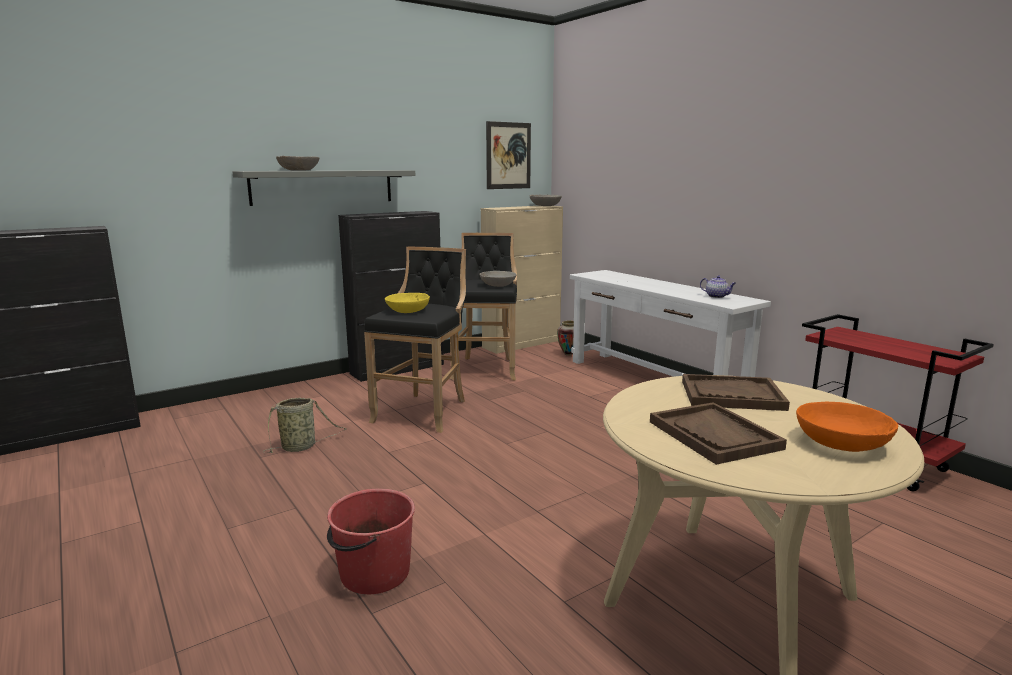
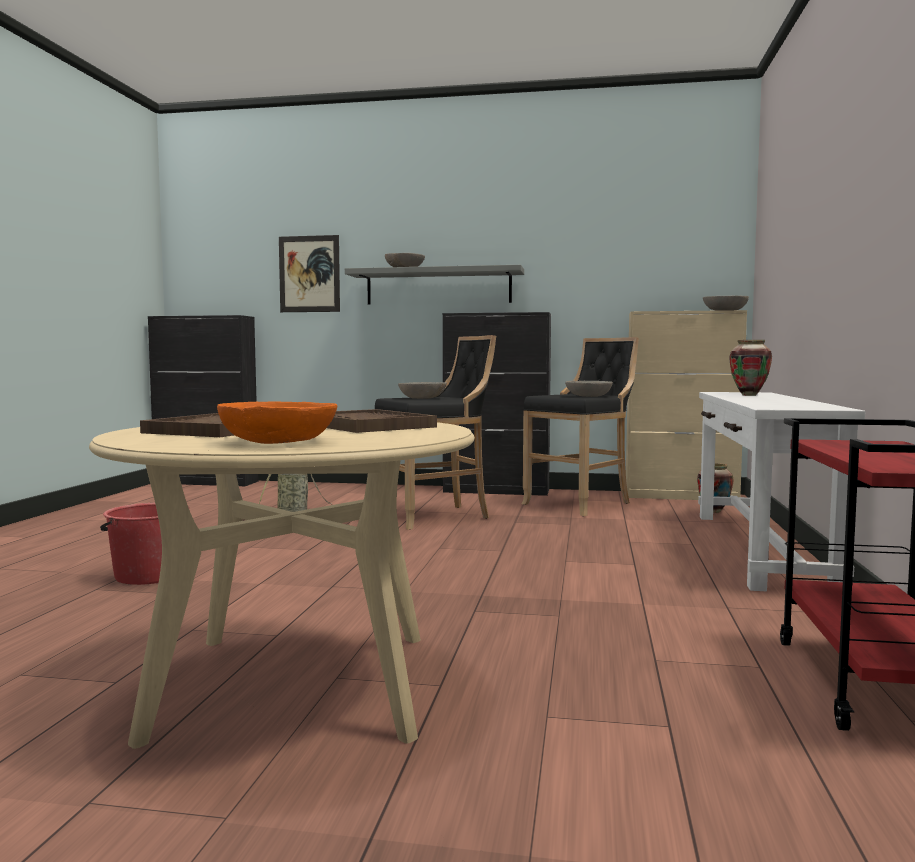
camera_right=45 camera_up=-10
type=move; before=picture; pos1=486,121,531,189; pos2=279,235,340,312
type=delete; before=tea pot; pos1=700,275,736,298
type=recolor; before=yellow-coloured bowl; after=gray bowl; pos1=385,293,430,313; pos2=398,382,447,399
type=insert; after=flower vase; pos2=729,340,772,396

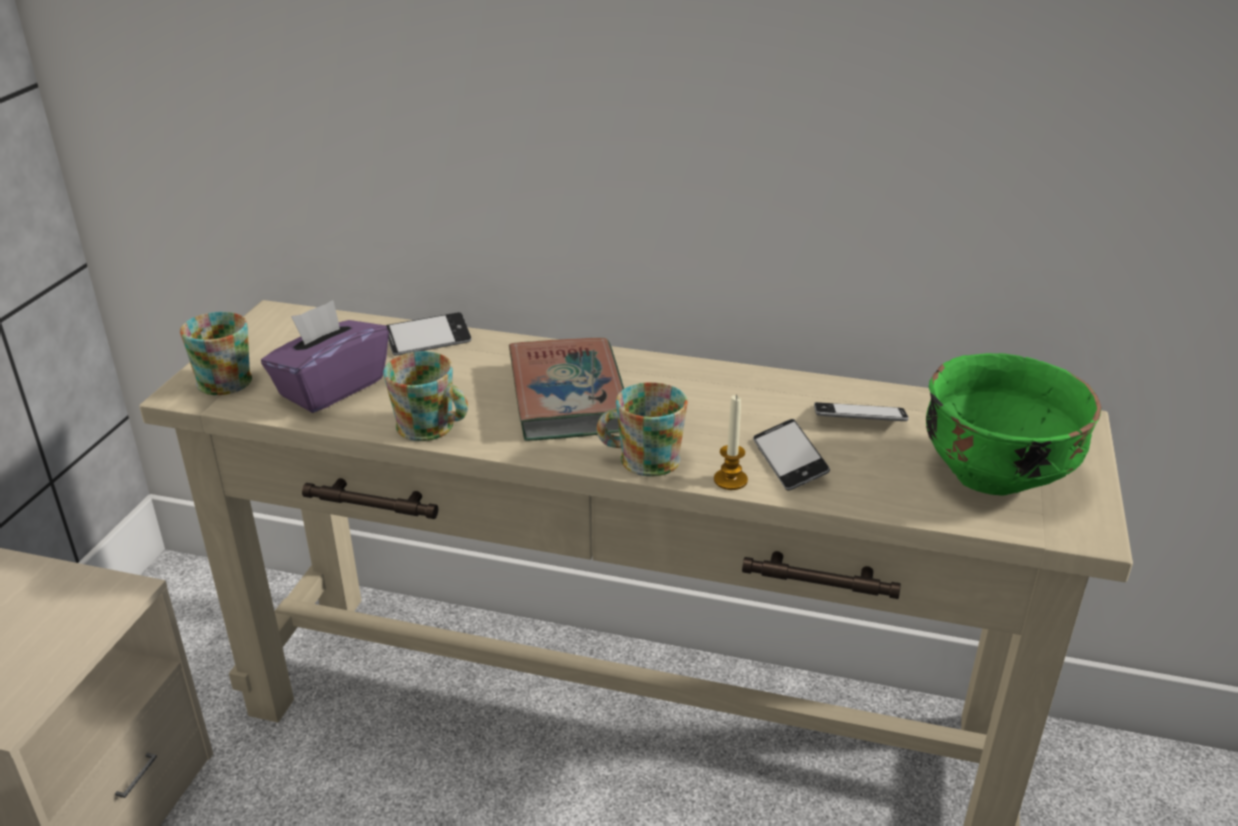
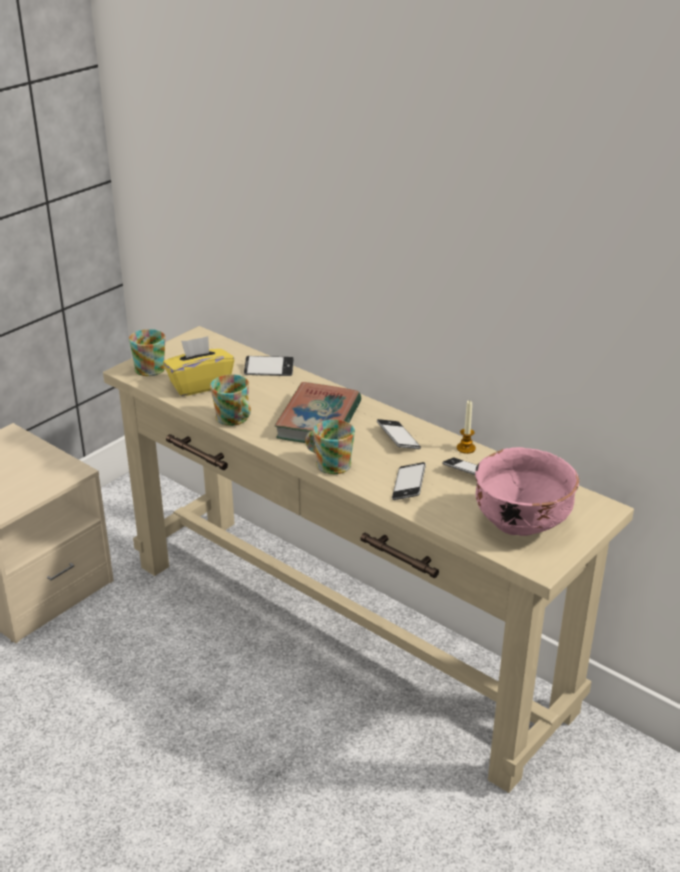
camera_right=25 camera_up=0
type=recolor; before=purplish tissue box; after=yellow-coloured tissue box; pos1=261,300,389,413; pos2=163,336,234,396
type=recolor; before=greenish bowl; after=pink bowl; pos1=926,353,1101,496; pos2=475,447,579,536
type=move; before=candle; pos1=714,394,748,490; pos2=457,400,476,454
type=insert; after=telephone; pos2=377,419,421,449

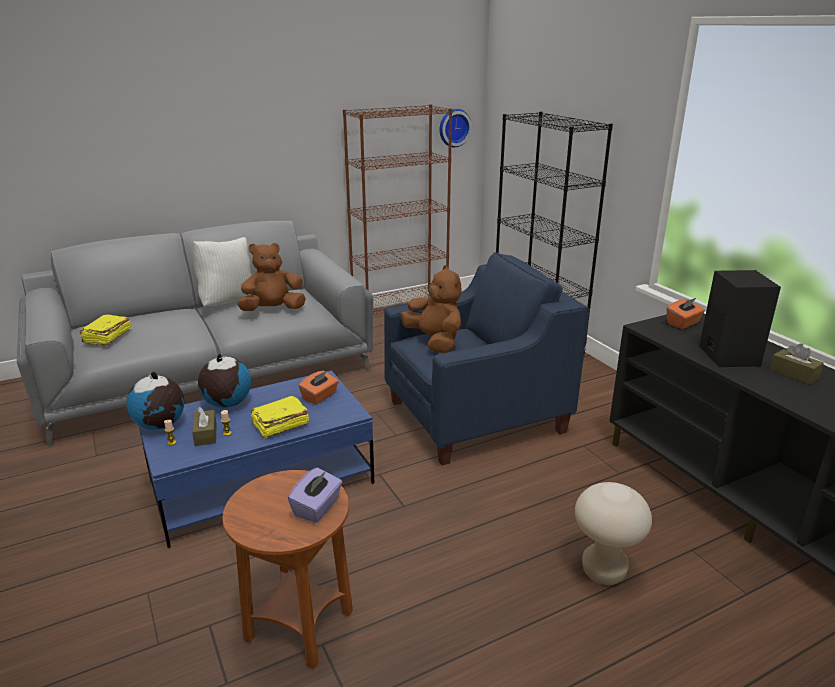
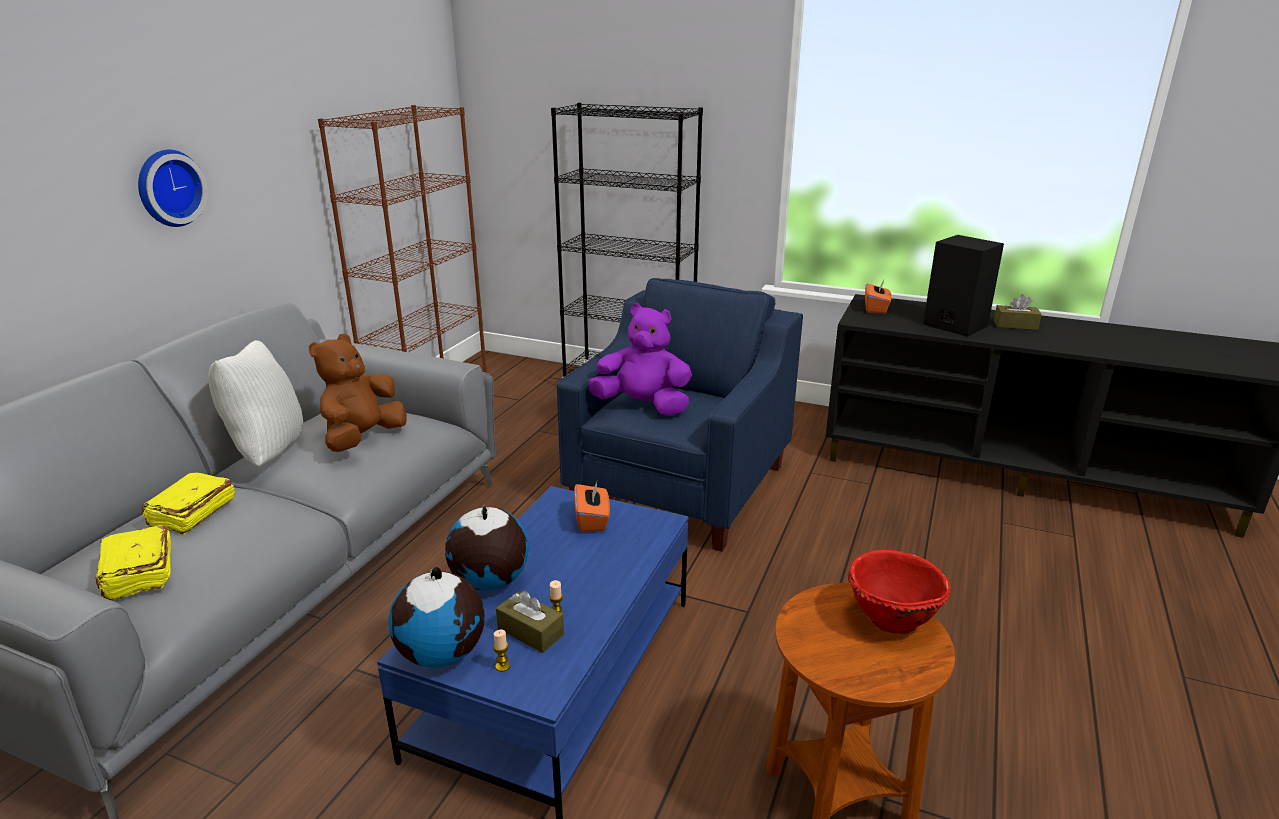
camera_right=-40 camera_up=0
type=move; before=hanging clock; pos1=439,109,472,147; pos2=138,150,208,227
type=recolor; before=brown-coloured plush toy; after=purplish plush toy; pos1=400,265,462,353; pos2=588,303,692,416
type=move; before=yellow-coloured bound book; pos1=250,396,309,439; pos2=142,473,235,535
type=replace; before=purplish tissue box; after=red bowl; pos1=288,468,342,523; pos2=848,550,951,634
type=delete; before=beige sitting stool; pos1=575,482,652,585

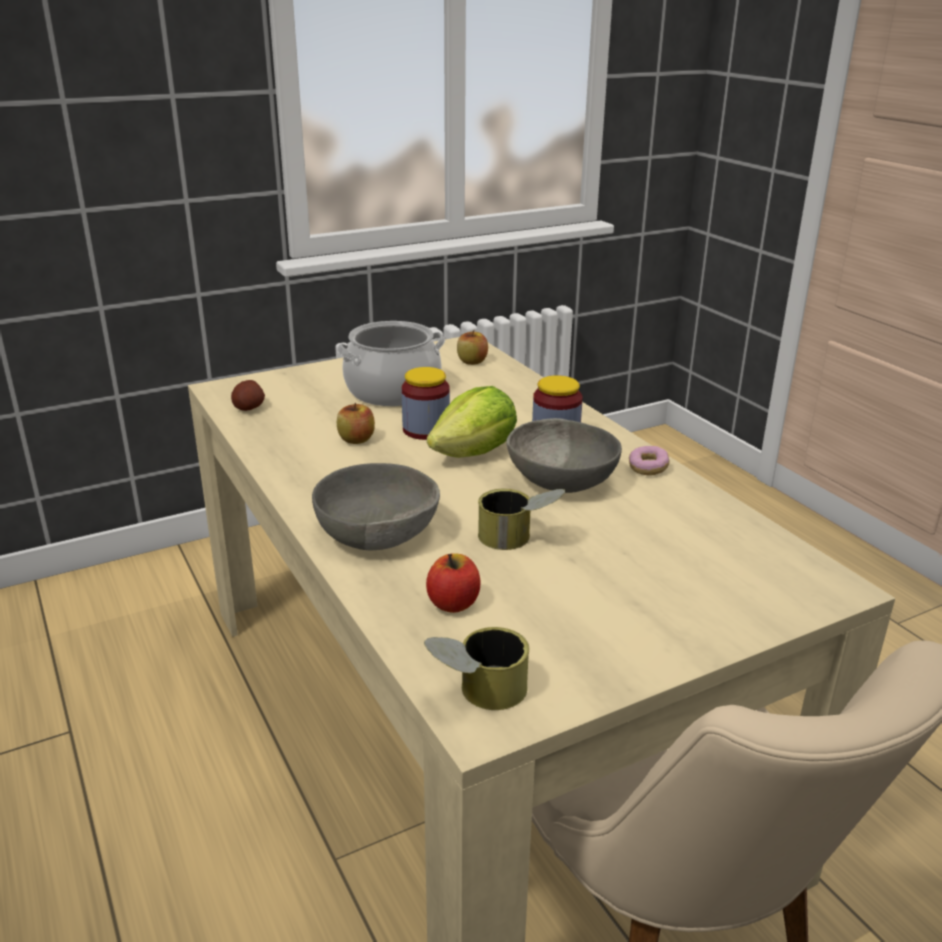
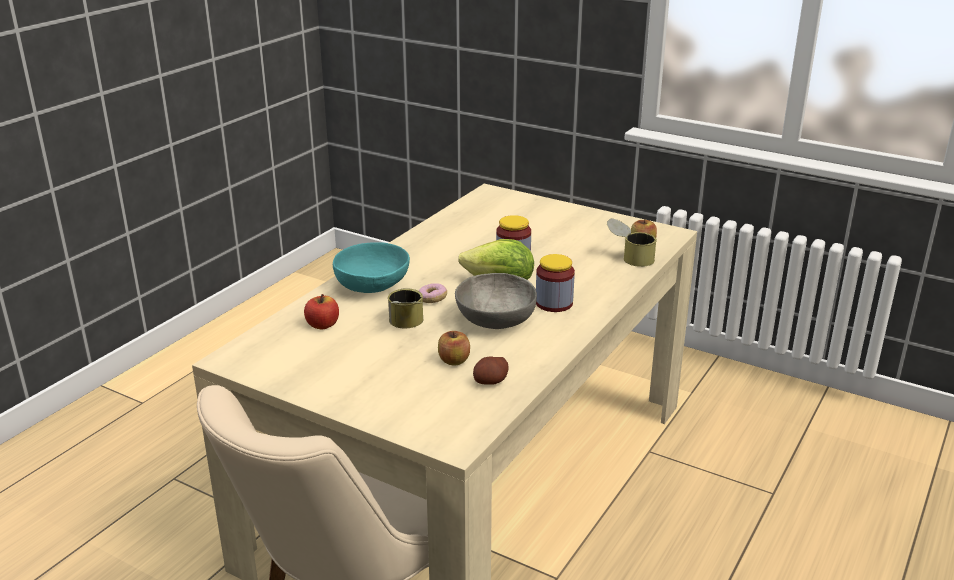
camera_right=60 camera_up=0
type=delete; before=saucepot; pos1=336,321,445,406
type=move; before=whole potato; pos1=231,380,265,411; pos2=473,356,509,385
type=move; before=apple; pos1=337,403,375,444; pos2=438,331,470,365
type=move; before=donut; pos1=629,446,670,476; pos2=419,283,447,303
type=recolor; before=gray bowl; after=turquoise-coloured bowl; pos1=312,463,440,550; pos2=333,242,410,293
type=move; before=can; pos1=424,627,529,710; pos2=607,219,657,267

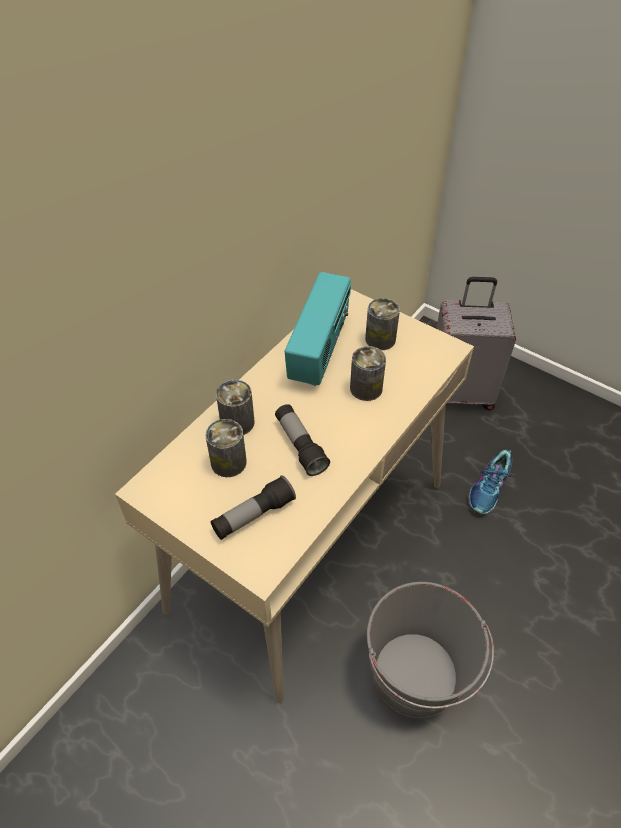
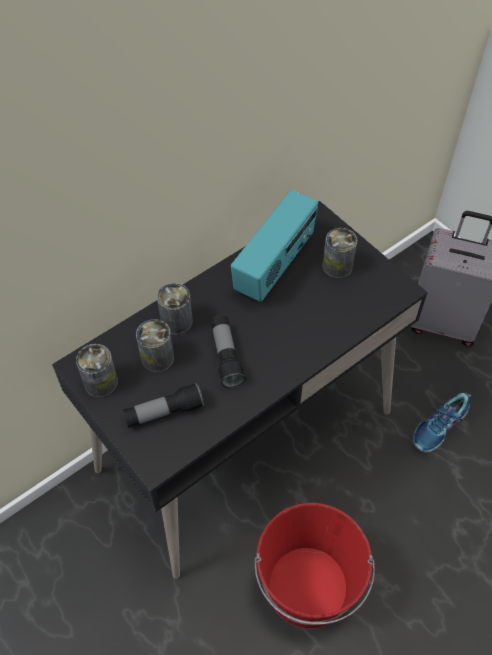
camera_right=15 camera_up=5
type=recolor; before=beige desk table; after=blackish desk table; pos1=115,289,474,703; pos2=52,201,428,579
type=move; before=can; pos1=350,346,386,401; pos2=76,344,118,397
type=recolor; before=gray water bucket; after=red water bucket; pos1=367,582,494,718; pos2=255,503,375,629

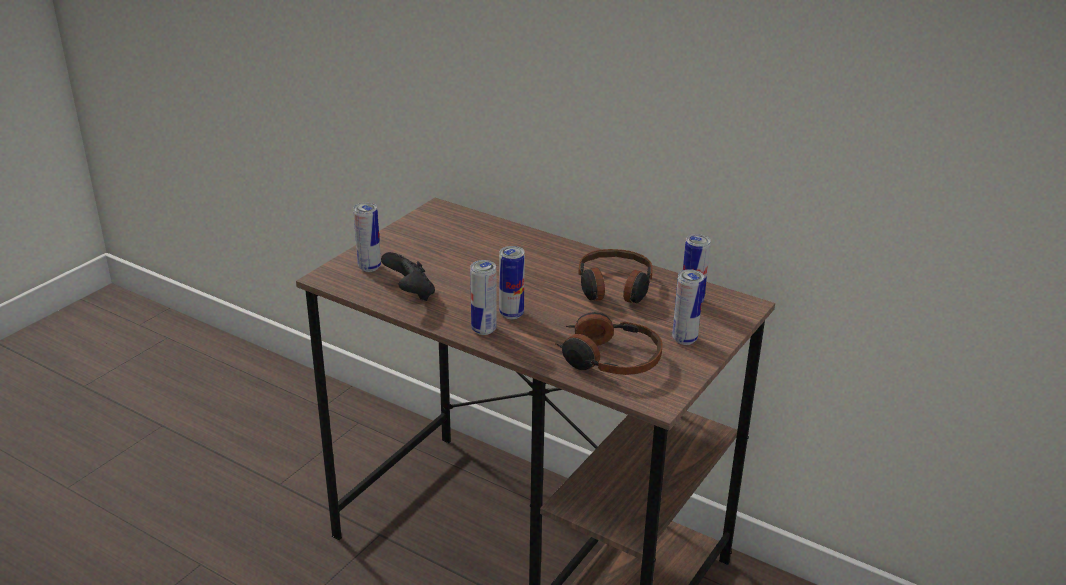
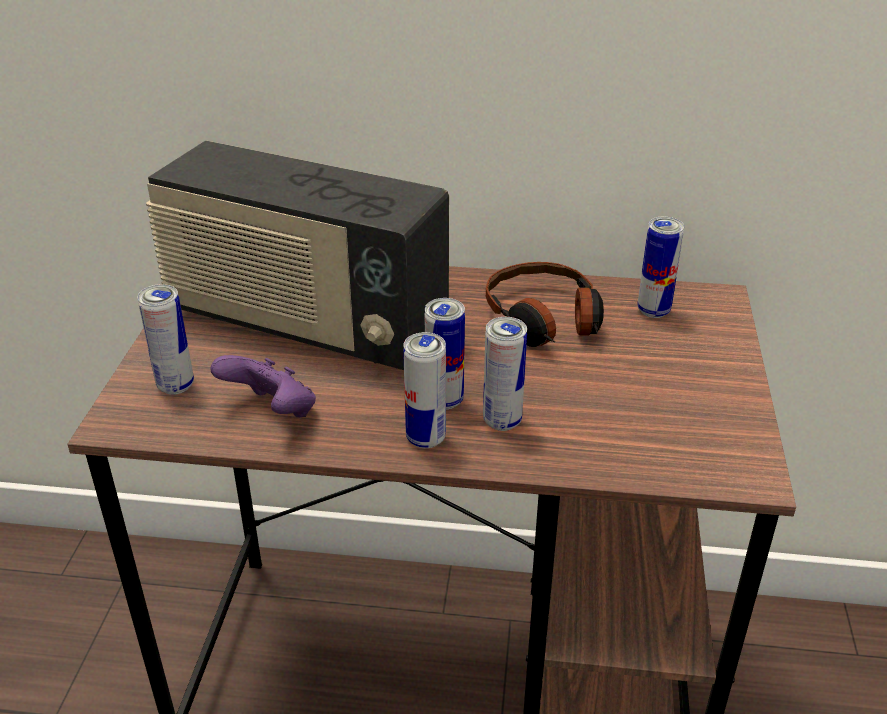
camera_right=-25 camera_up=5
type=recolor; before=blackish gamepad; after=purplish gamepad; pos1=381,252,435,301; pos2=210,355,316,417
type=move; before=can; pos1=672,269,704,345; pos2=483,317,527,431
type=delete; before=headphones; pos1=555,312,662,375
type=insert; after=radio set; pos2=146,140,449,370

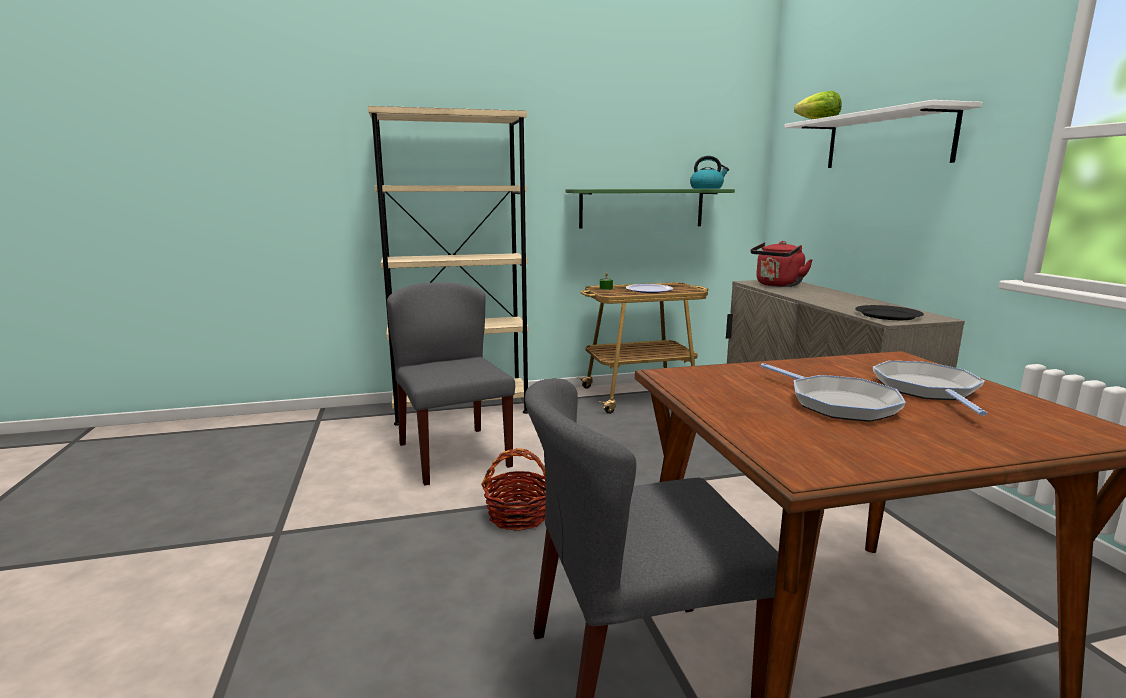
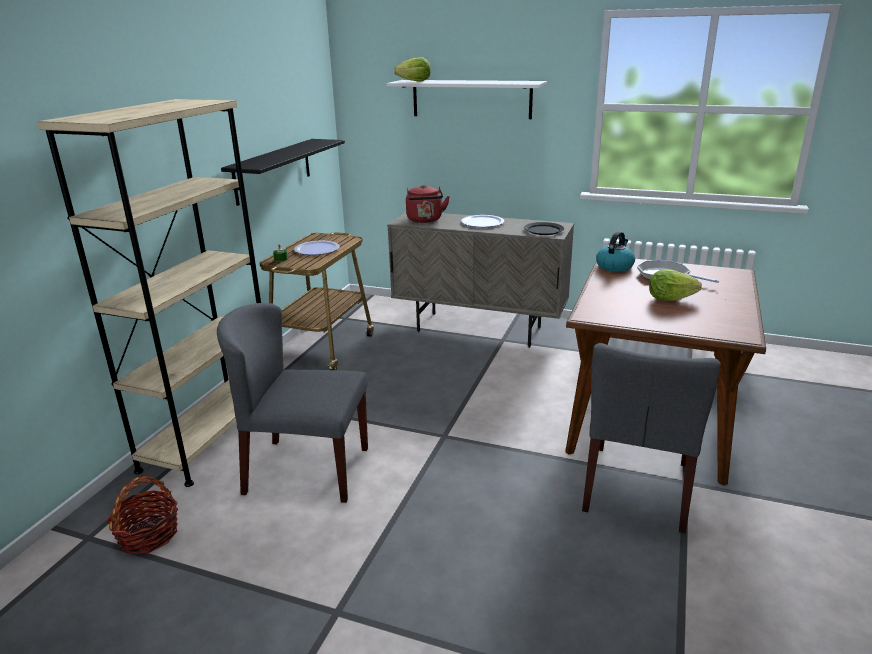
camera_right=-55 camera_up=10
type=move; before=tea kettle; pos1=690,156,729,189; pos2=596,231,635,272
type=recolor; before=greenish wall shelf; after=blackish wall shelf; pos1=565,189,735,228; pos2=221,139,345,206
type=replace; before=frying pan; after=head of lettuce; pos1=760,363,906,422; pos2=649,269,702,301
type=move; before=household basket; pos1=481,448,546,531; pos2=107,476,178,554
type=insert; after=flat dish; pos2=461,215,504,227

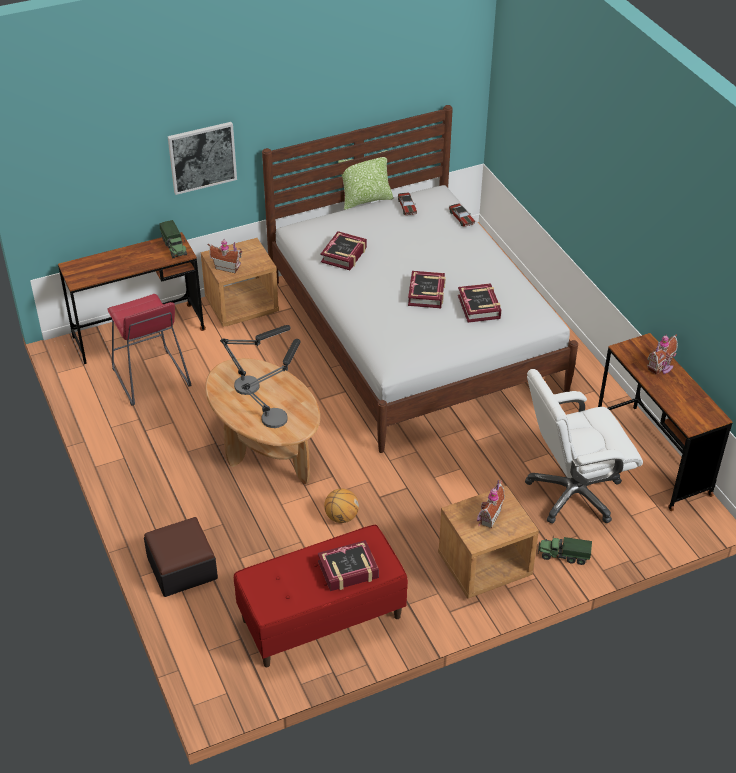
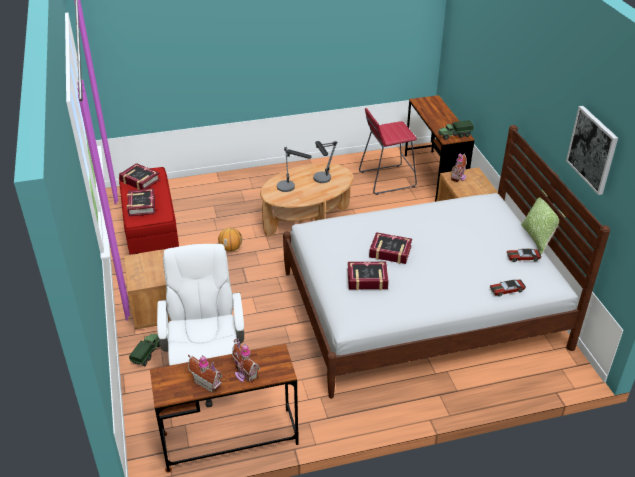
camera_right=100 camera_up=-5
type=move; before=picture; pos1=168,122,237,195; pos2=566,106,618,195
type=move; before=bound book; pos1=320,231,367,270; pos2=119,163,160,190
type=move; before=model house; pos1=477,480,505,528; pos2=188,355,222,393
type=delete; before=pouffe; pos1=144,517,218,597

